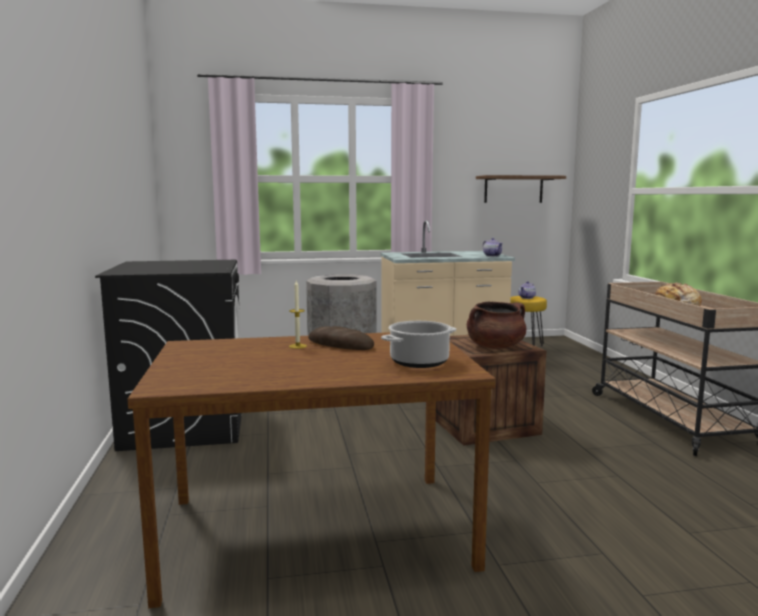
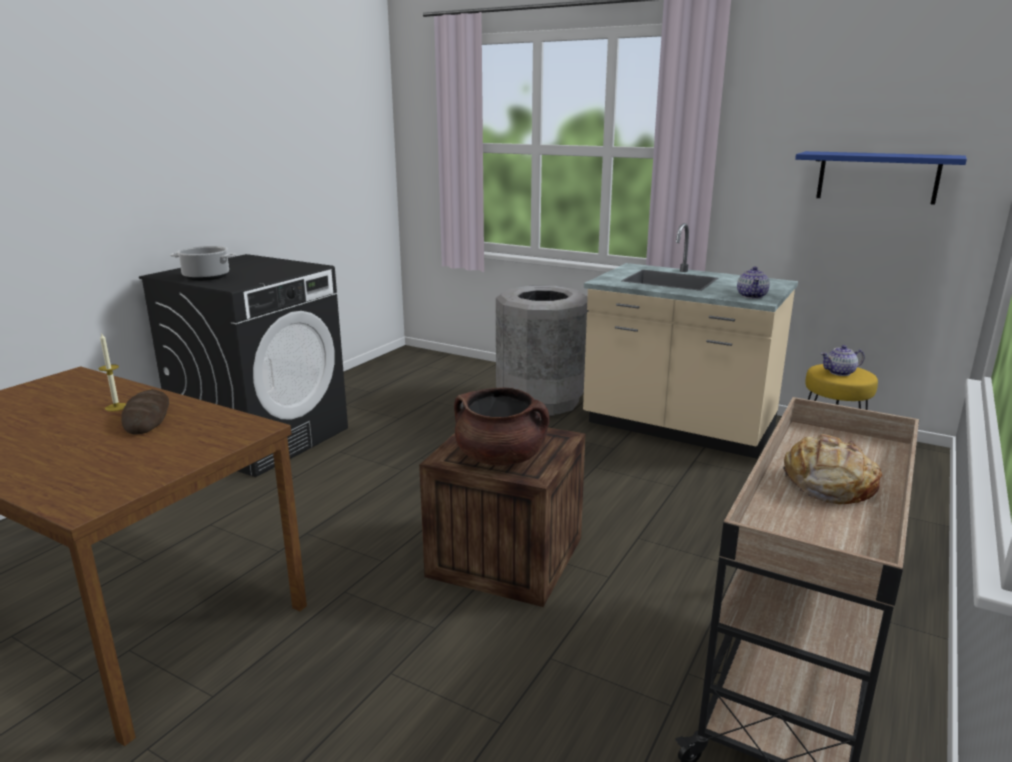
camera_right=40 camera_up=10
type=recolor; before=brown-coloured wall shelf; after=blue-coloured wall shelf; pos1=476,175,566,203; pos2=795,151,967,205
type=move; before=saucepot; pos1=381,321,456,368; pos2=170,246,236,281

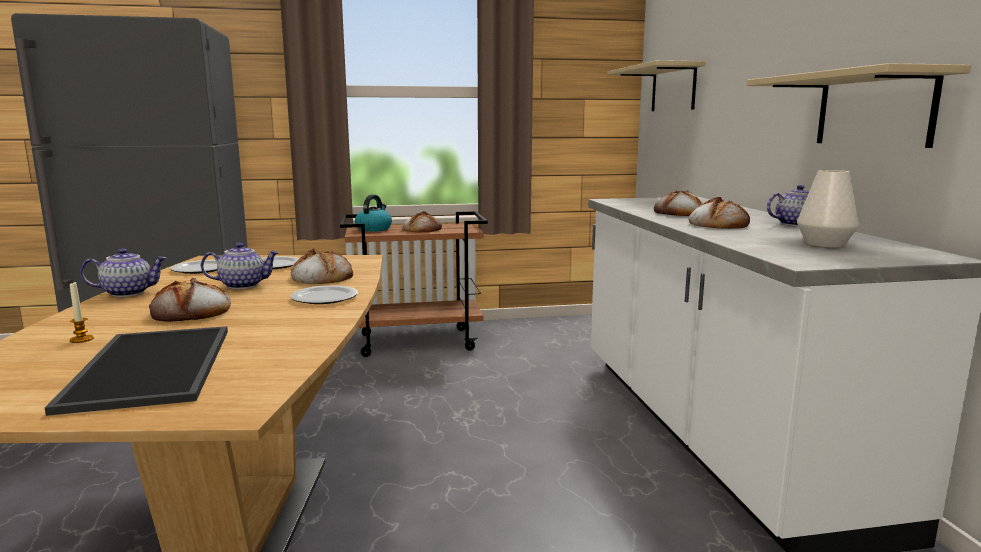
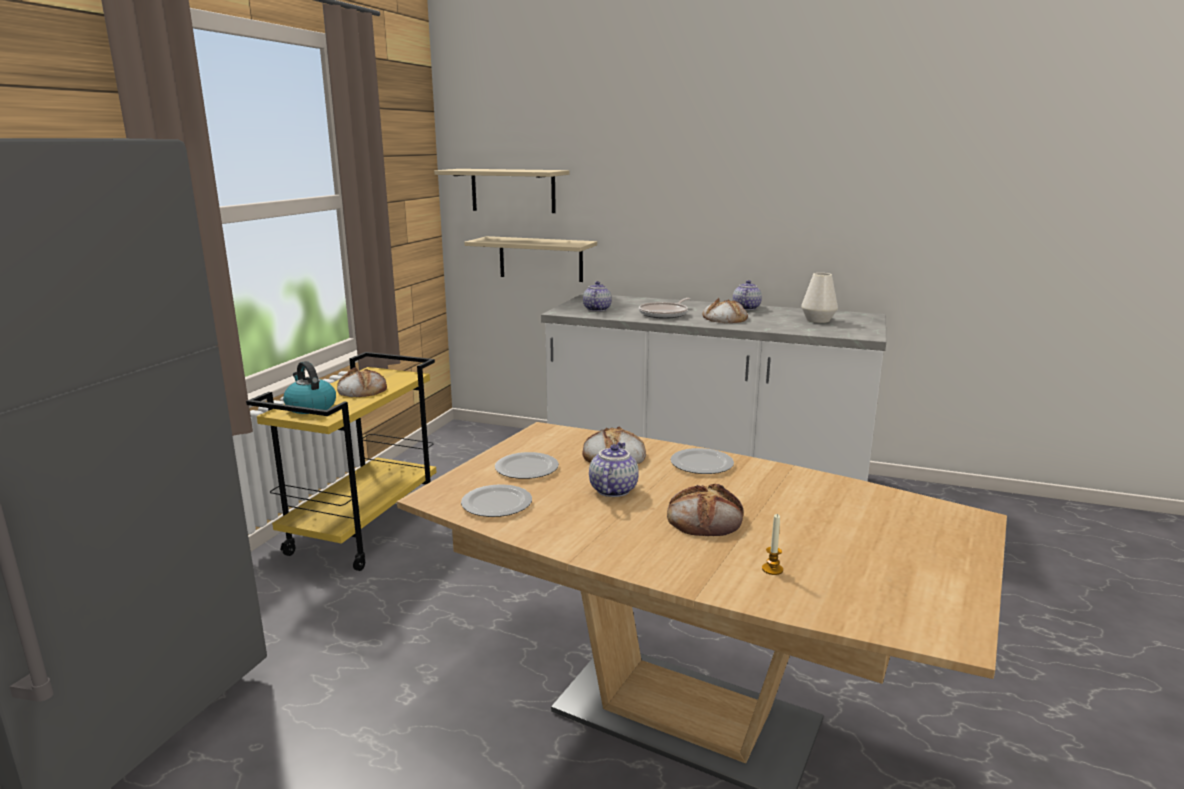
camera_right=-60 camera_up=5
type=move; before=beige wall shelf; pos1=747,63,971,148; pos2=464,236,597,282
type=replace; before=bakery bread; after=frying pan; pos1=654,190,705,216; pos2=639,298,690,319
type=recolor; before=brown-coloured trolley; after=yellow-coloured trolley; pos1=340,211,488,357; pos2=246,352,436,571
type=move; before=tea pot; pos1=80,248,167,297; pos2=583,281,612,312
type=delete; before=tray; pos1=45,326,228,416

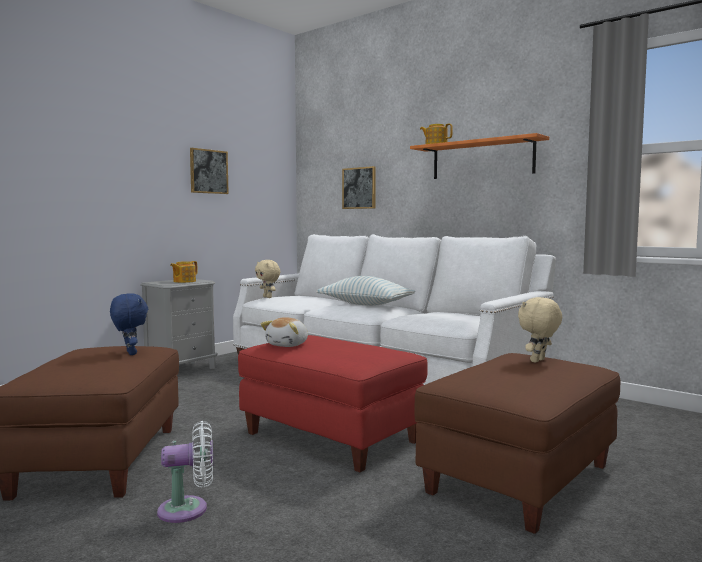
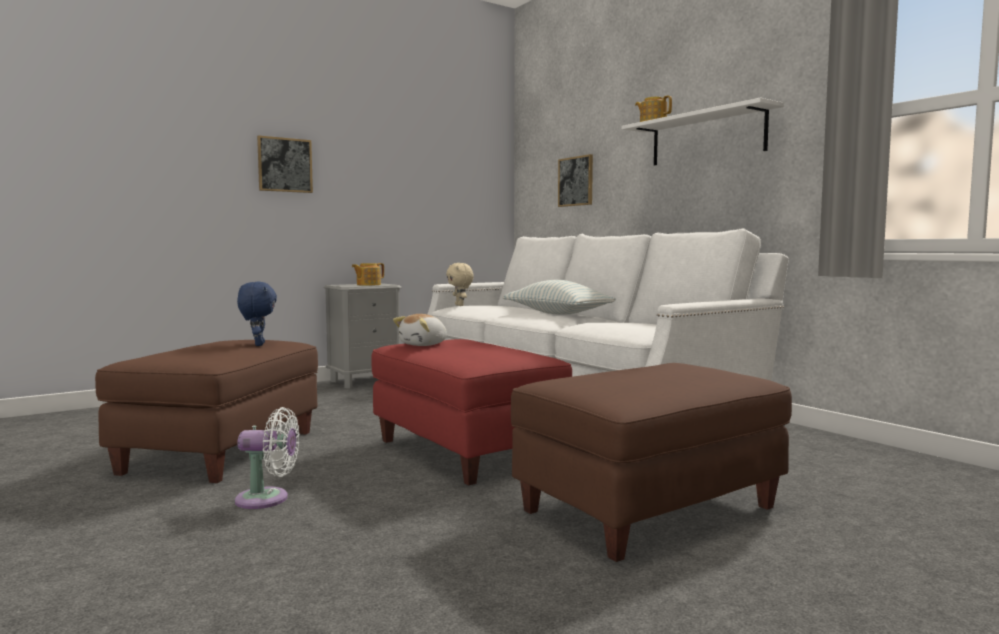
camera_right=15 camera_up=0
type=recolor; before=orange wall shelf; after=white wall shelf; pos1=410,133,549,179; pos2=621,98,784,165
type=move; before=picture; pos1=190,148,229,194; pos2=257,135,313,193
type=delete; before=beige plush toy; pos1=518,297,562,363

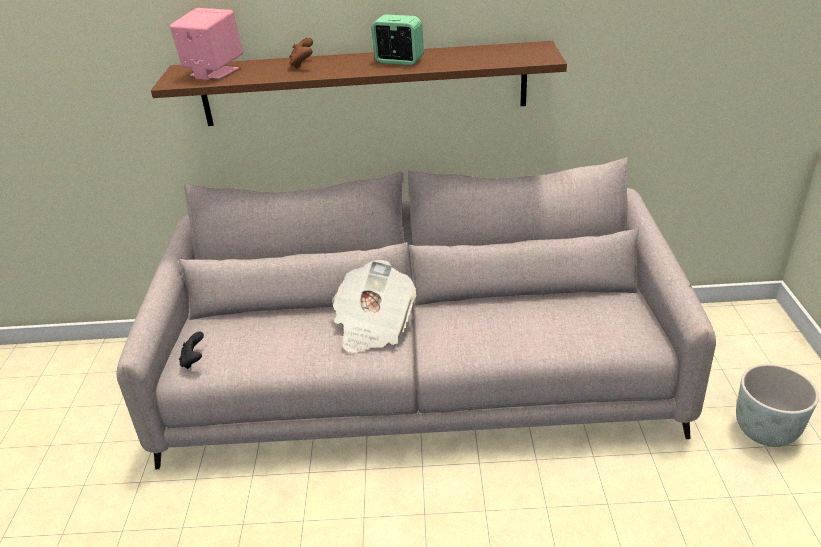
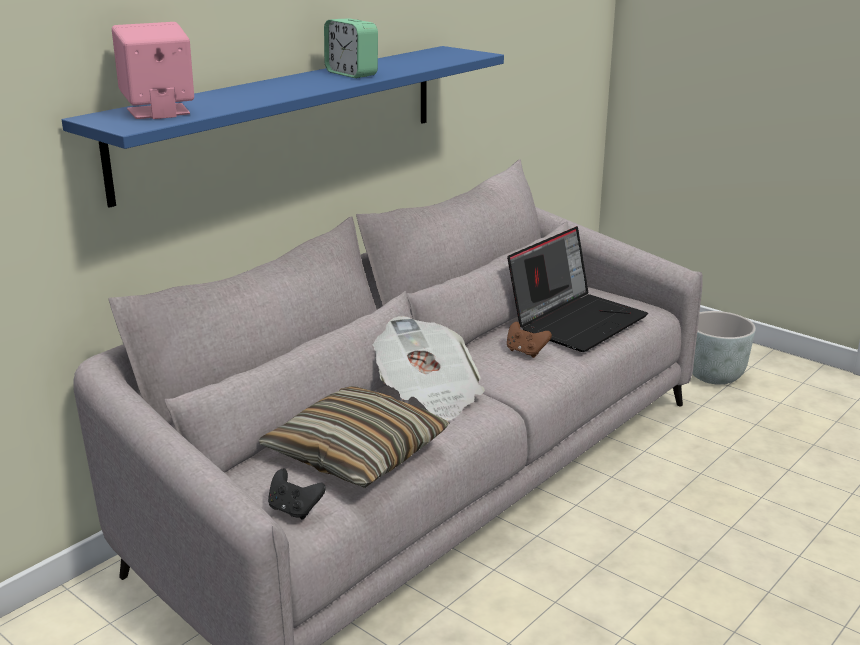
camera_right=-50 camera_up=-10
type=rotate; before=table clock; pos1=371,15,424,65; pos2=324,18,378,78; turn=-105
type=move; before=brown-coloured gamepad; pos1=289,38,313,69; pos2=507,322,552,358
type=recolor; before=brown-coloured wall shelf; after=blue-coloured wall shelf; pos1=151,41,567,126; pos2=62,46,504,208
type=insert; after=portable computer; pos2=507,226,648,352
type=insert; after=pillow; pos2=259,386,450,488

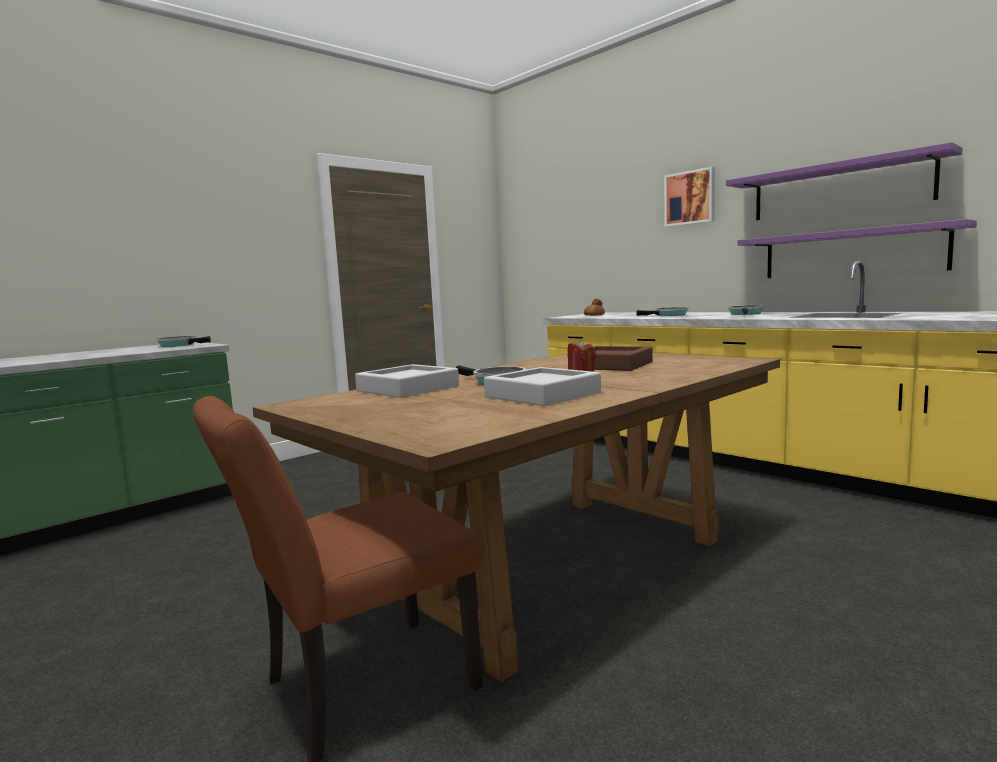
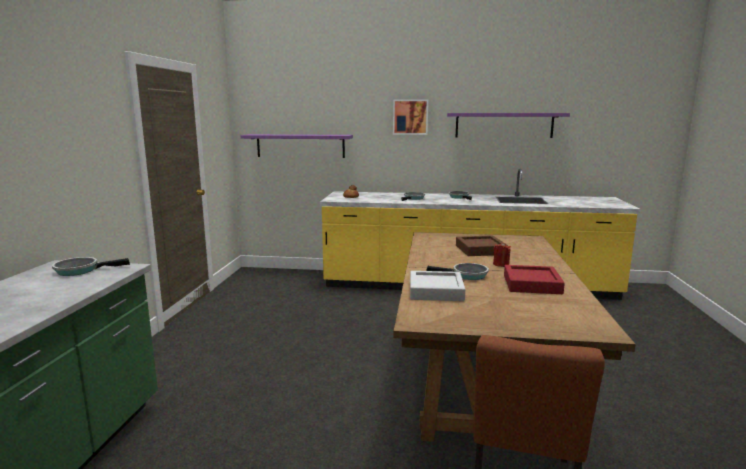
camera_right=-40 camera_up=5
type=move; before=purplish wall shelf; pos1=738,219,977,278; pos2=240,134,353,158
type=recolor; before=gray tray; after=red tray; pos1=484,367,601,406; pos2=504,265,565,294

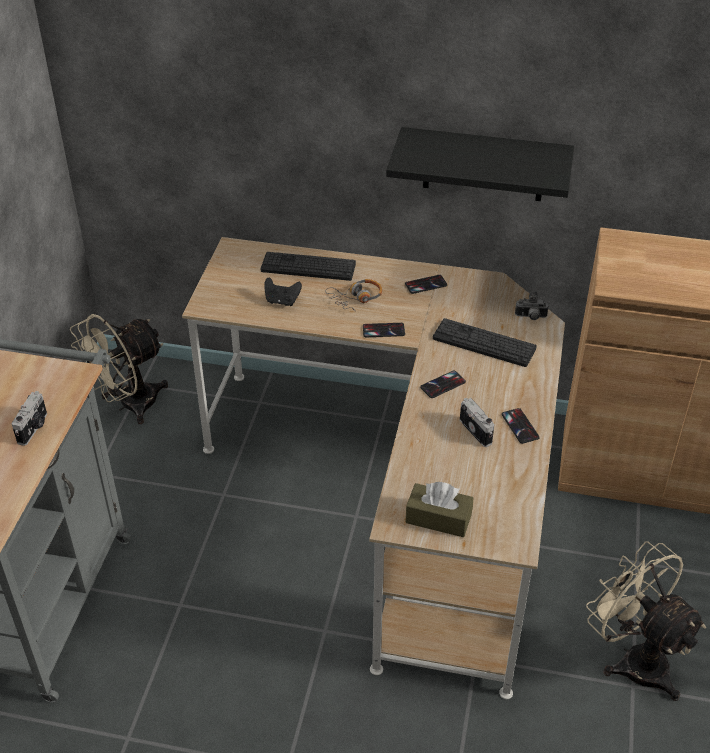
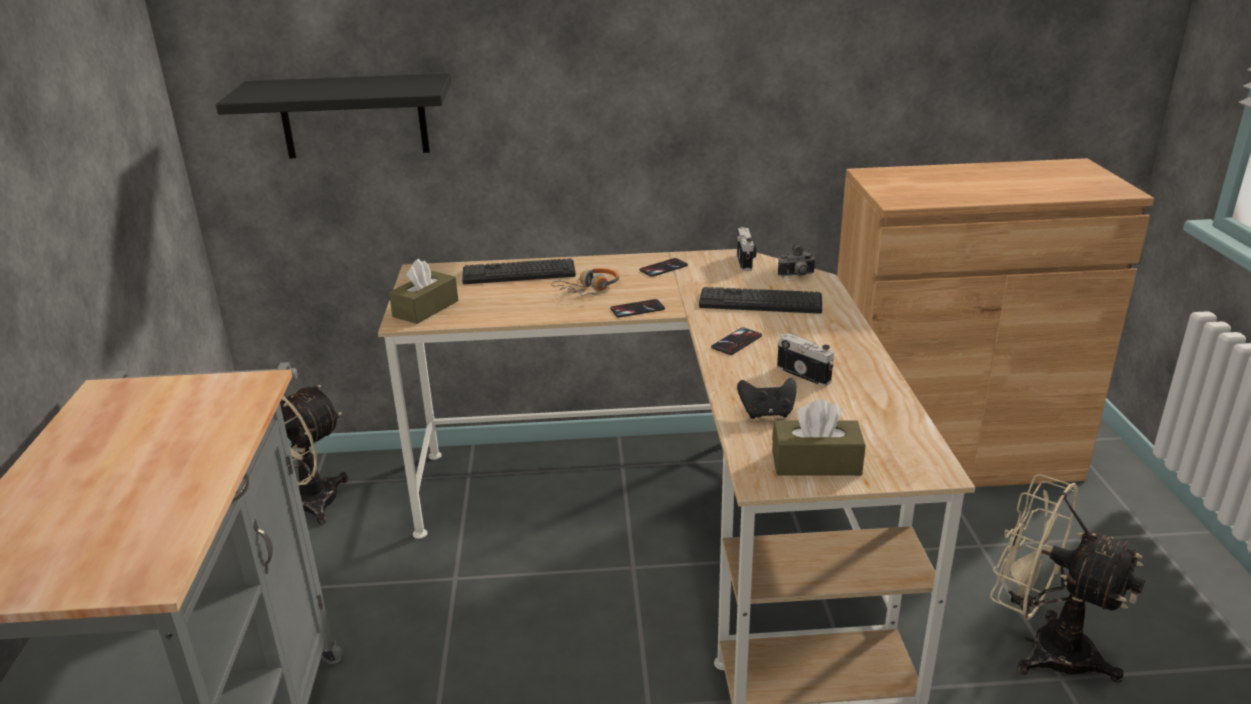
camera_right=-15 camera_up=-15
type=move; before=blackish wall shelf; pos1=386,127,574,201; pos2=216,73,451,159
type=move; before=blackish gamepad; pos1=264,277,302,306; pos2=737,378,797,419
type=move; before=photo camera; pos1=11,391,47,446; pos2=737,227,757,271
type=delete; before=telephone; pos1=502,408,540,444
type=insert; after=brown-coloured tissue box; pos2=389,259,458,324

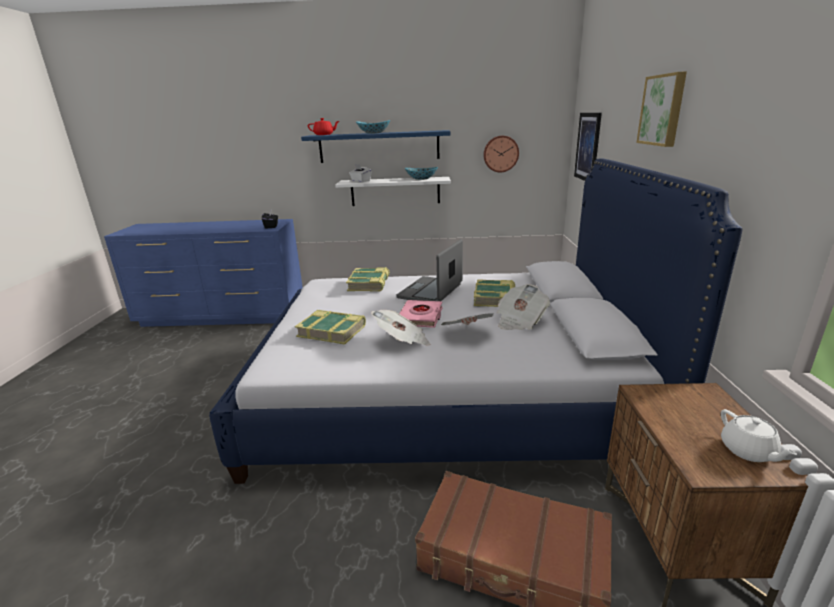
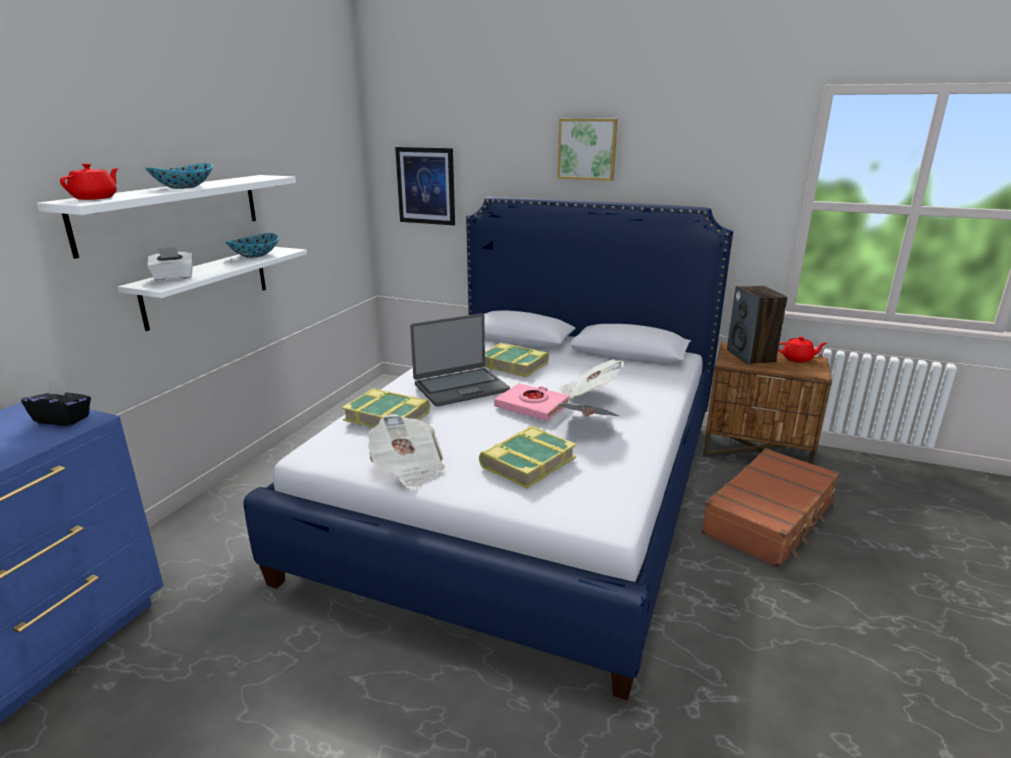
camera_right=-70 camera_up=0
type=recolor; before=blue-coloured wall shelf; after=white wall shelf; pos1=301,130,451,163; pos2=37,175,296,259
type=delete; before=hanging clock; pos1=483,136,519,172
type=rotate; before=portable computer; pos1=396,239,463,301; pos2=410,313,510,407; turn=-75
type=move; before=printed paper; pos1=497,284,550,330; pos2=368,414,445,490
type=recolor; before=white tea pot; after=red tea pot; pos1=721,409,797,462; pos2=778,336,827,362
type=insert; after=loudspeaker; pos2=727,286,788,364

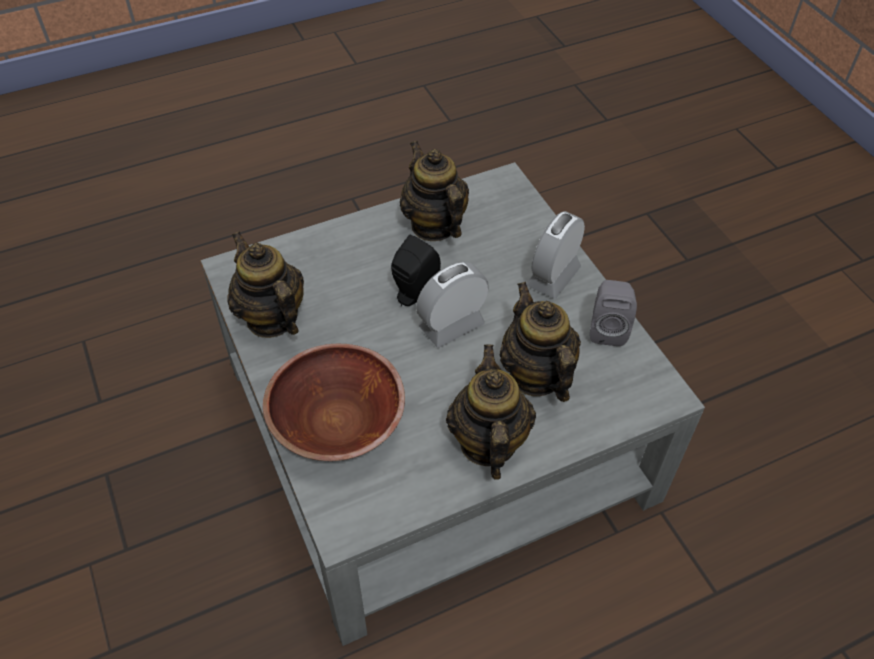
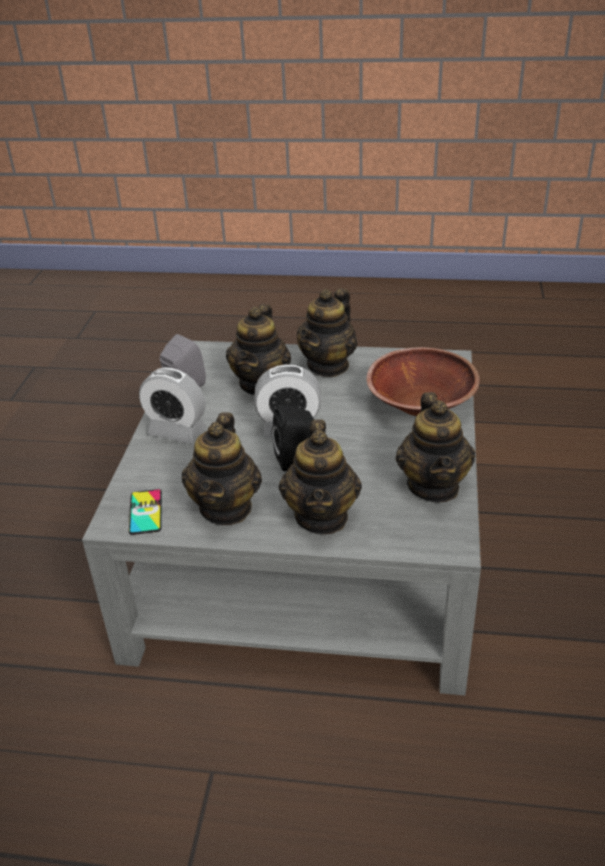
camera_right=-145 camera_up=-15
type=rotate; before=table clock; pos1=526,211,585,299; pos2=139,367,206,444; turn=45
type=insert; after=tea pot; pos2=279,419,362,535
type=insert; after=telephone; pos2=129,489,162,535

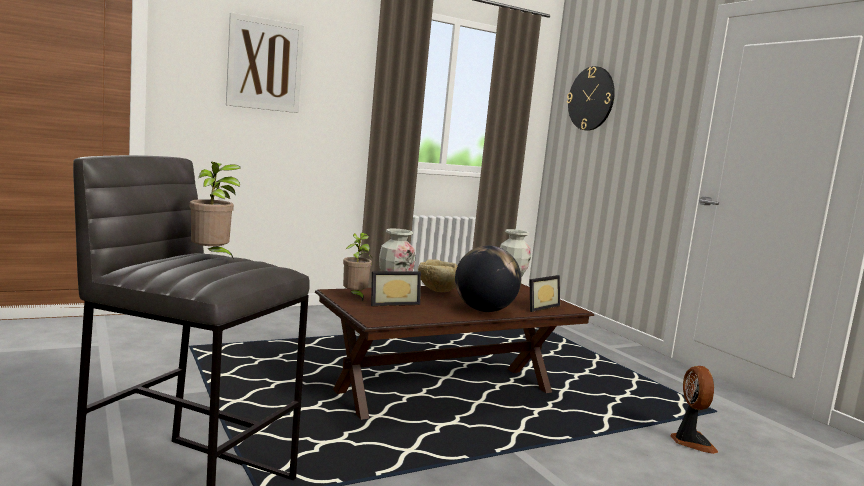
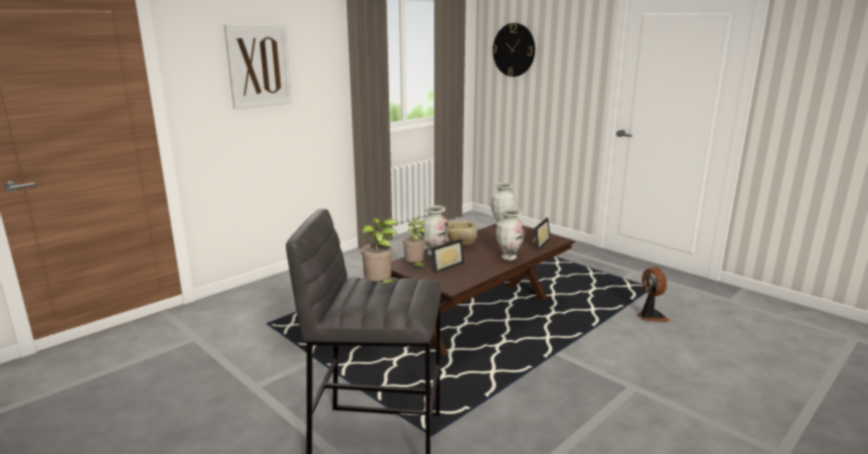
camera_right=-15 camera_up=10
type=replace; before=globe; after=flower vase; pos1=455,245,521,312; pos2=496,208,525,261

